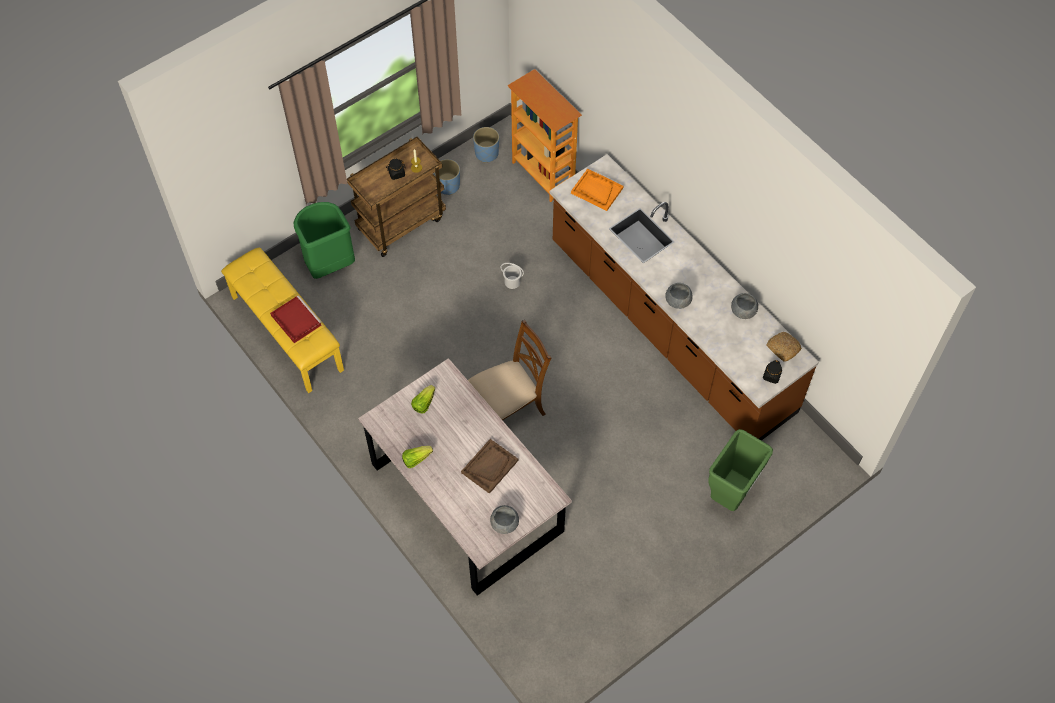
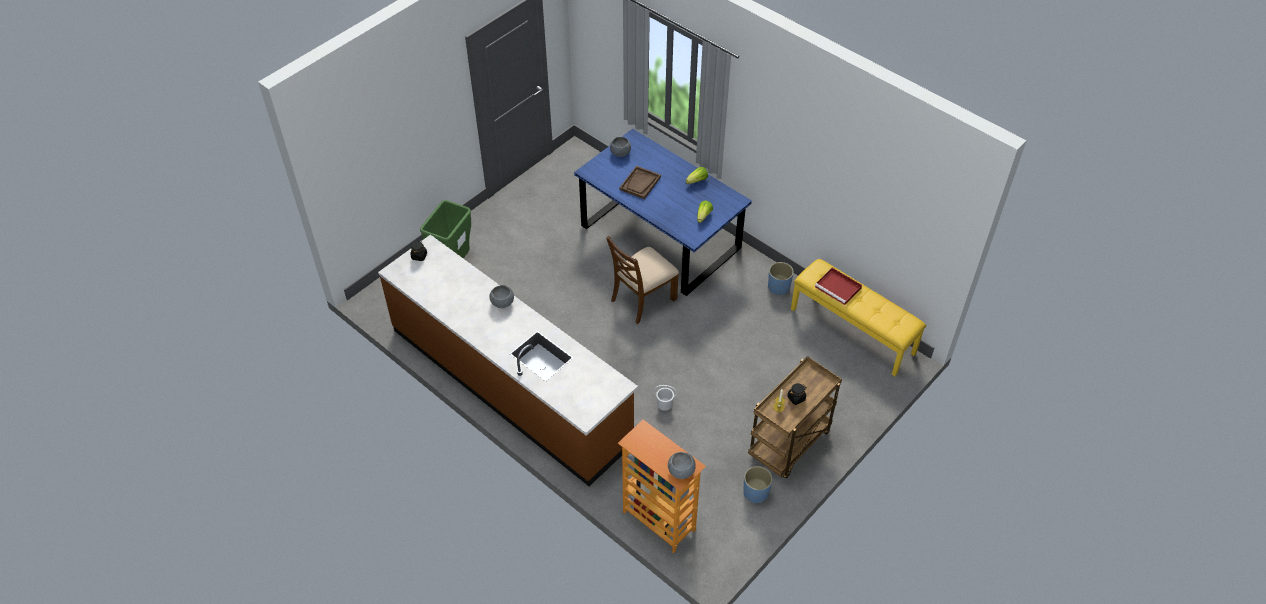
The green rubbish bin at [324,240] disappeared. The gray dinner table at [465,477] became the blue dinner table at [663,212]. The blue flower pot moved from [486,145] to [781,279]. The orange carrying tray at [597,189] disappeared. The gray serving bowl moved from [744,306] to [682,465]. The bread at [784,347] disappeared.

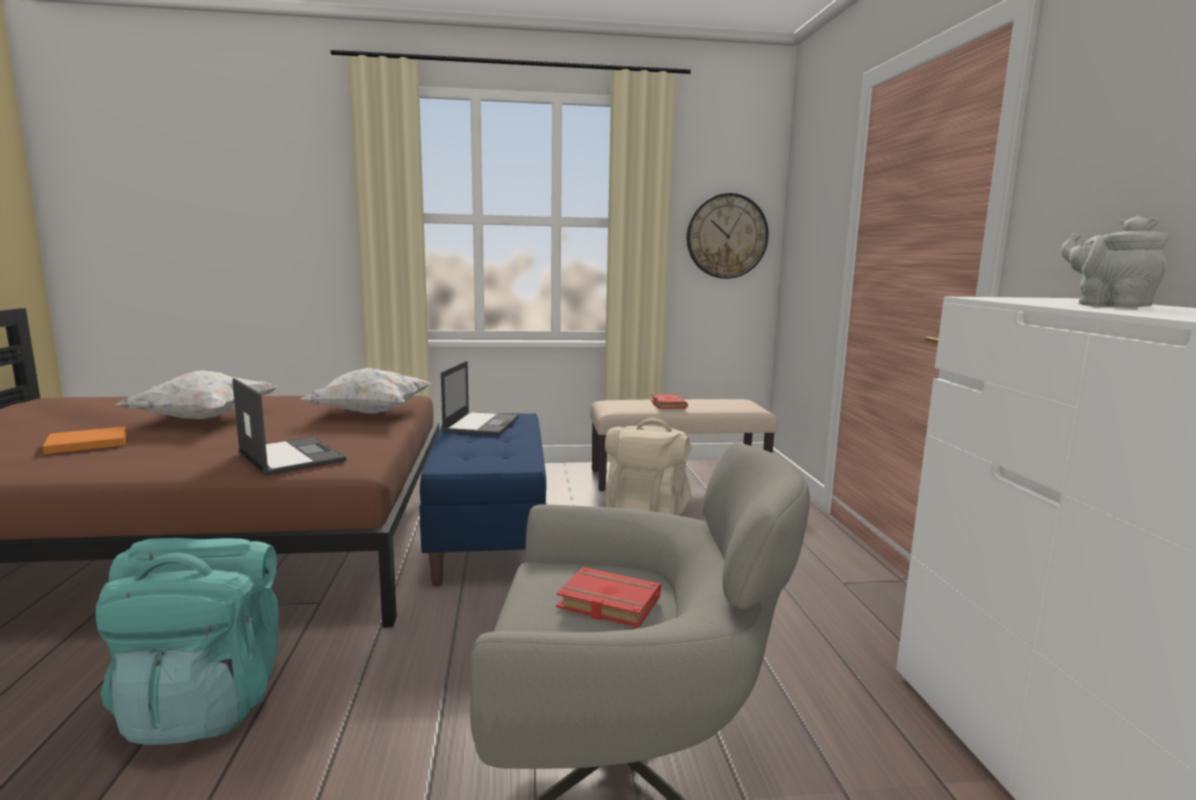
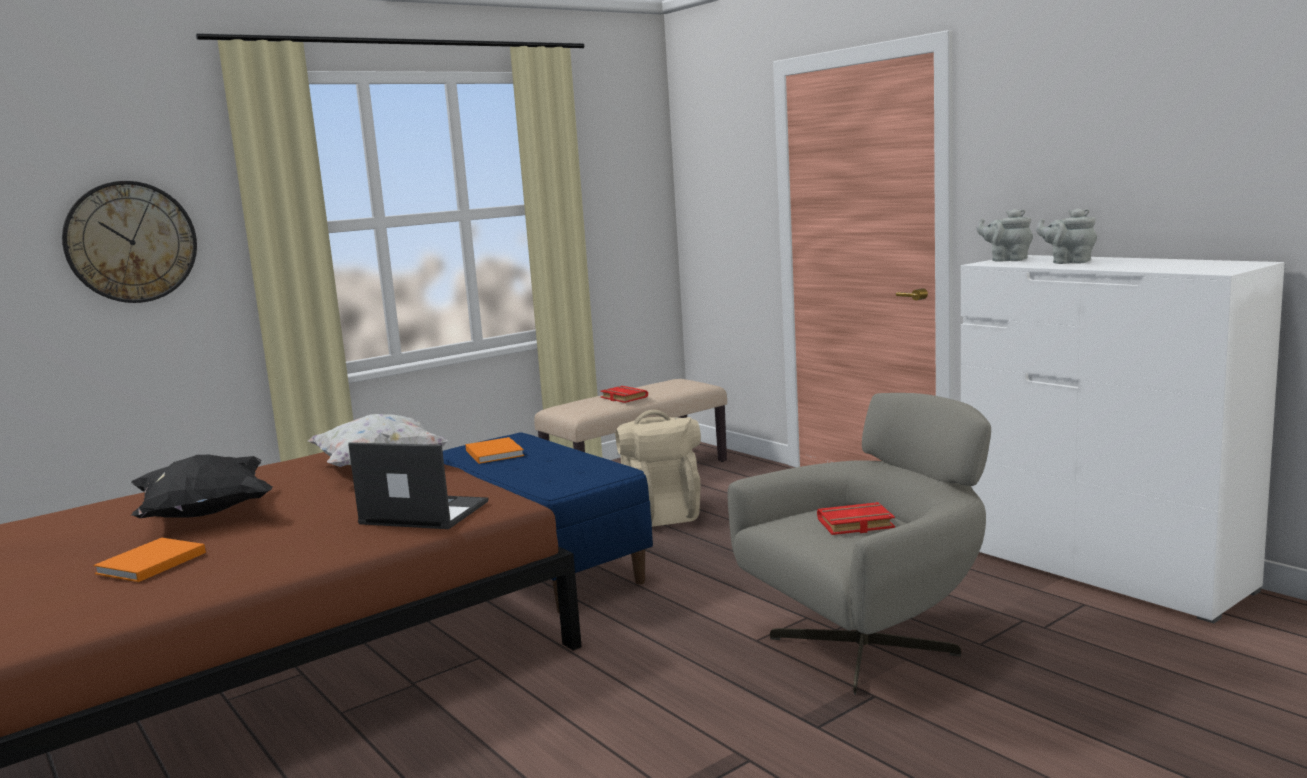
The blue-green knapsack at [187,641] disappeared. The whitish throw pillow at [196,394] became the blackish throw pillow at [202,486]. The notebook computer at [480,398] was replaced by the orange bound book at [494,450]. The wall clock moved from [728,236] to [129,242]. The gray pot for tea at [1004,235] appeared.

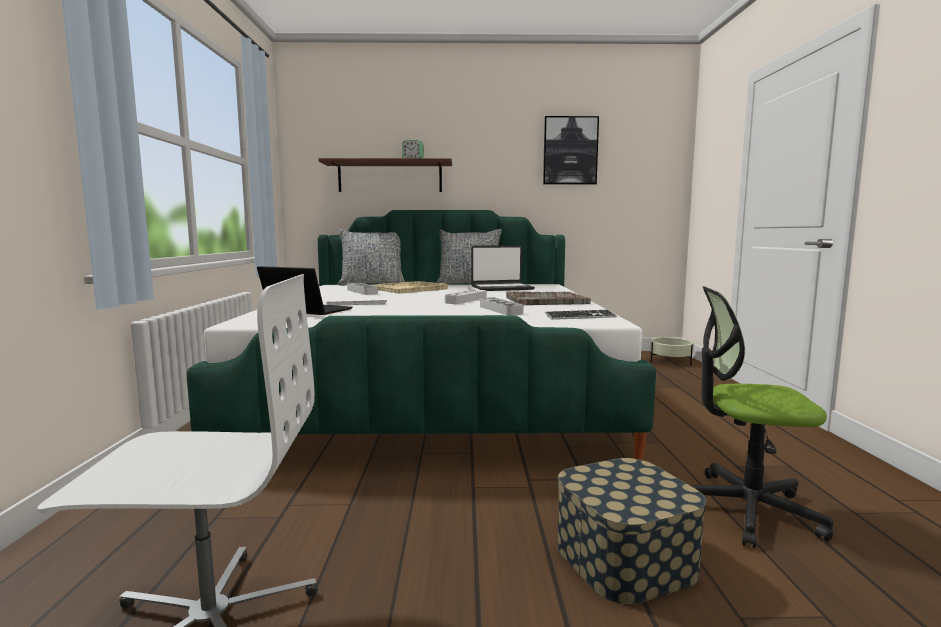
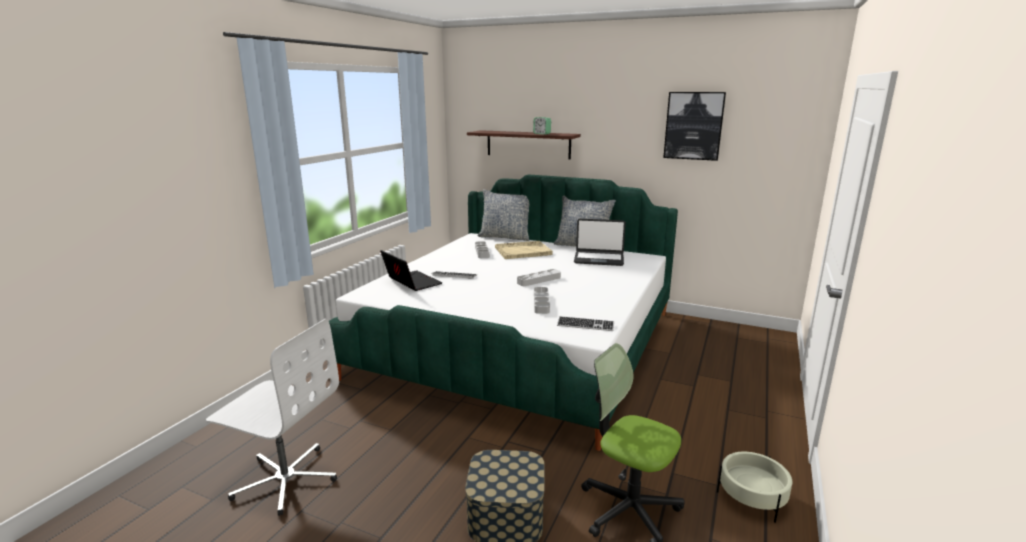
The gray carrying tray at [548,298] disappeared. The sand-coloured flower pot moved from [672,351] to [754,487].

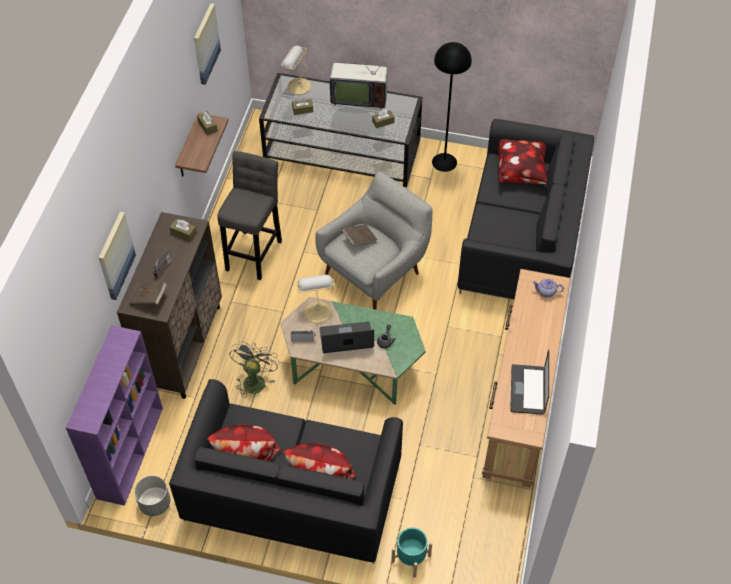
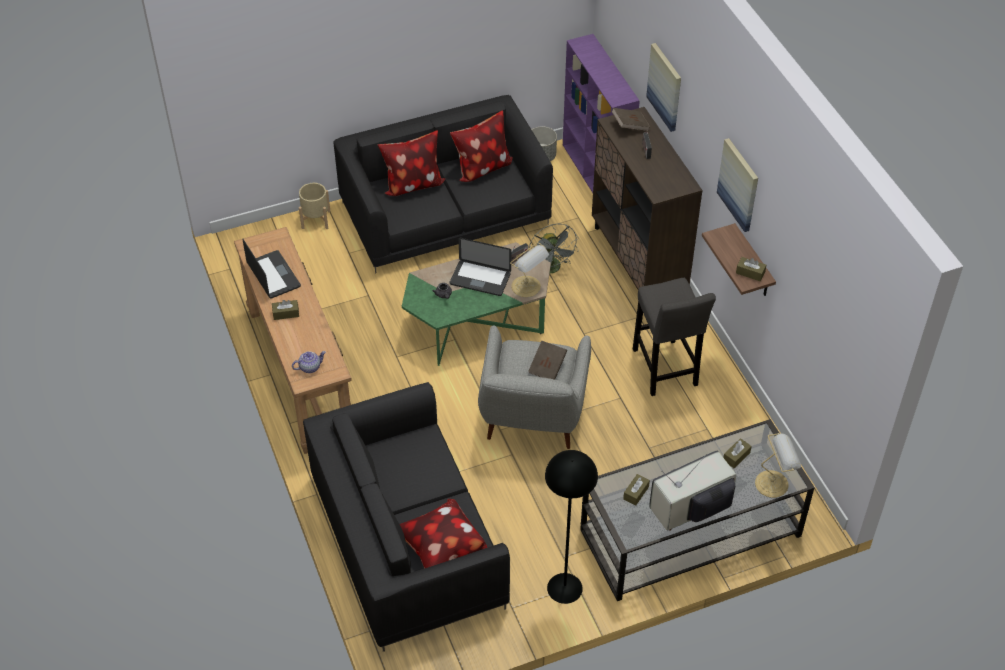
The brownish tissue holder moved from [183,230] to [285,310]. The picture moved from [207,44] to [737,185]. The notebook computer at [347,337] turned 60 degrees clockwise. The blue-green flower pot at [411,552] became the sand-coloured flower pot at [314,206].

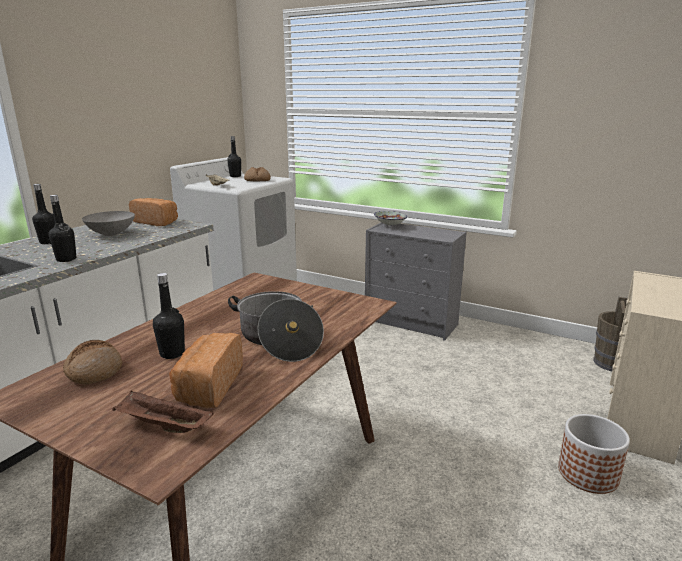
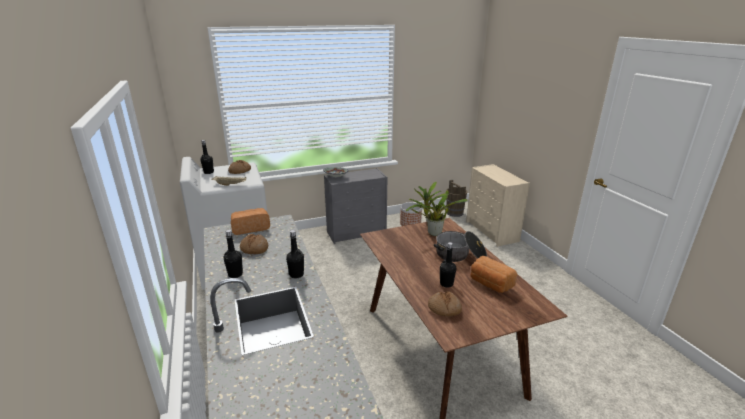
The gray serving bowl at [108,223] was replaced by the bread at [254,244]. The brownish carrying tray at [163,411] disappeared. The flower pot moved from [594,454] to [411,214]. The plant in a pot at [437,209] appeared.

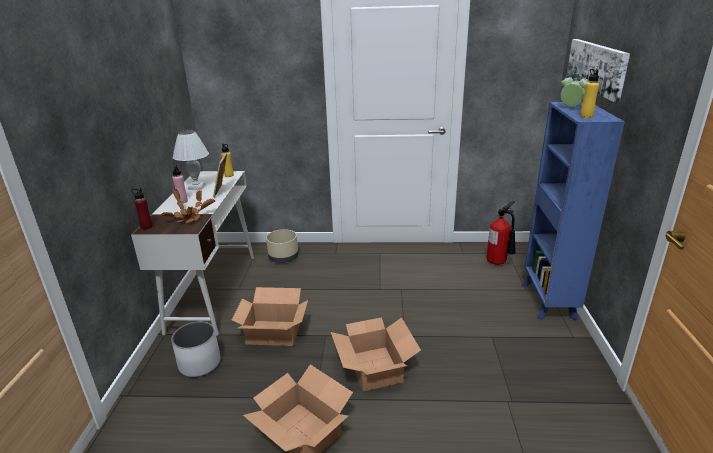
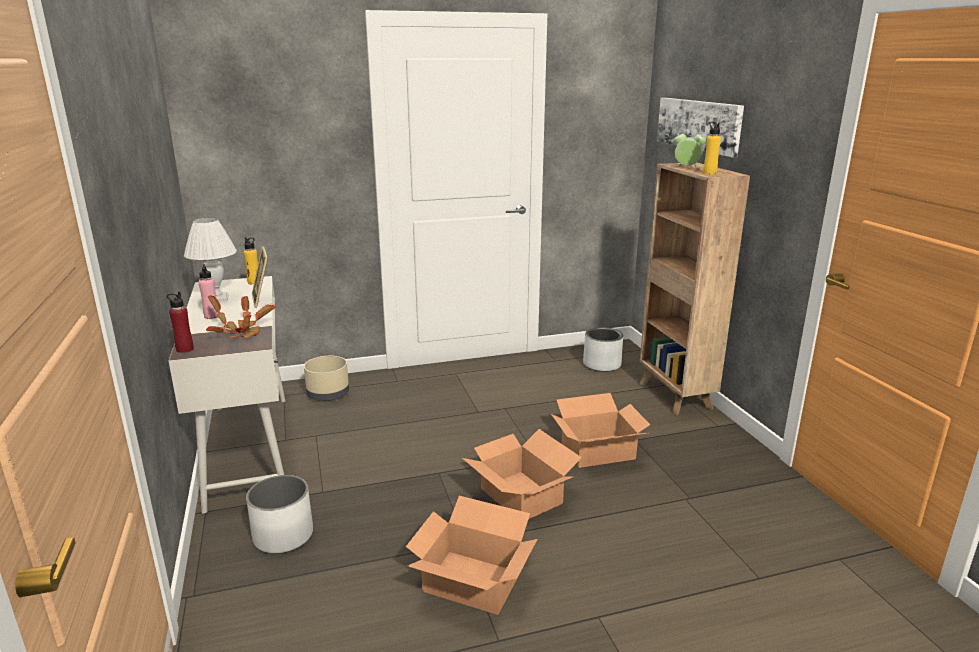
The cardboard box moved from [270,316] to [600,430]. The fire extinguisher at [501,233] was replaced by the gray flower pot at [603,349]. The blue shelving unit at [573,211] became the brownish shelving unit at [694,288].

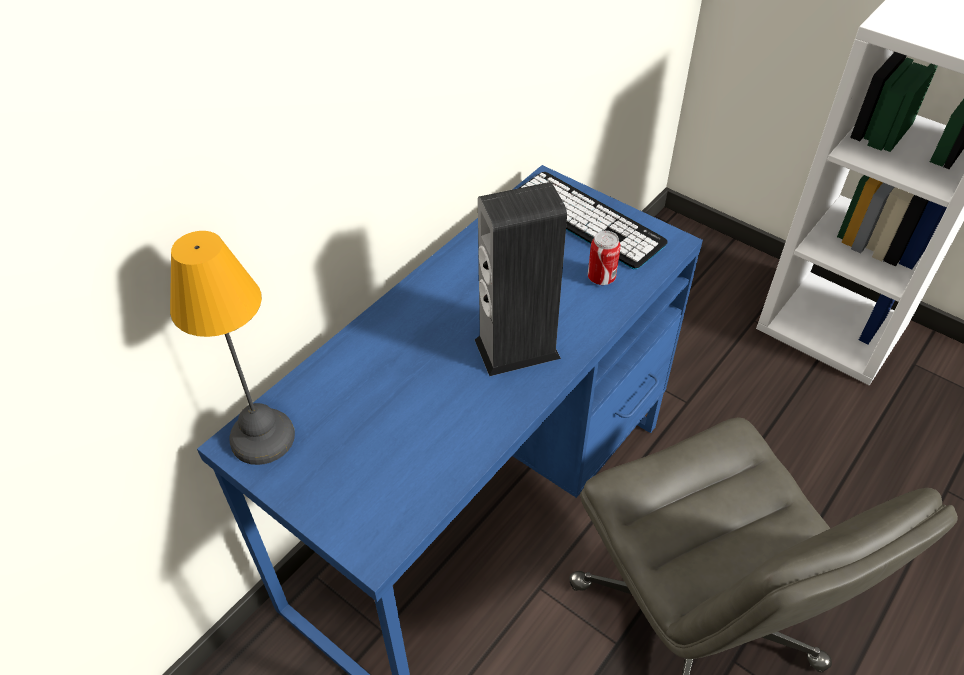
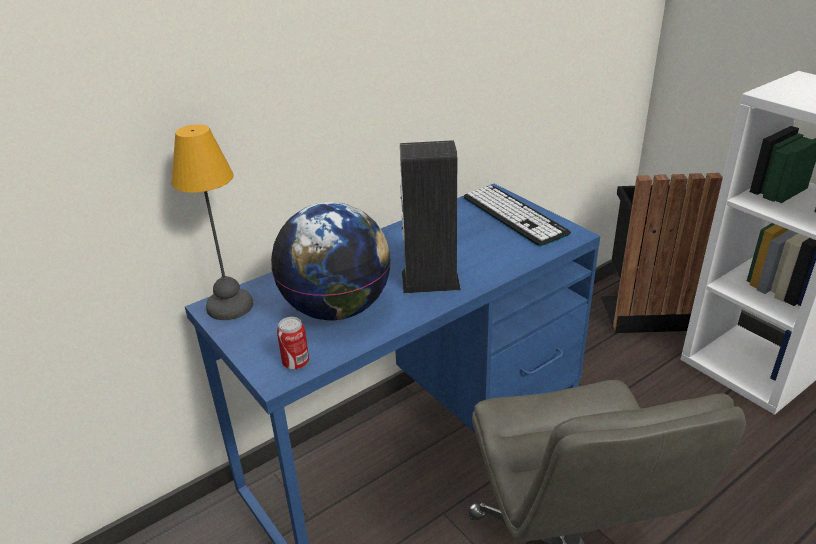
The sealed can moved from [604,258] to [293,343]. The globe at [331,261] appeared. The blackish rubbish bin at [661,253] appeared.

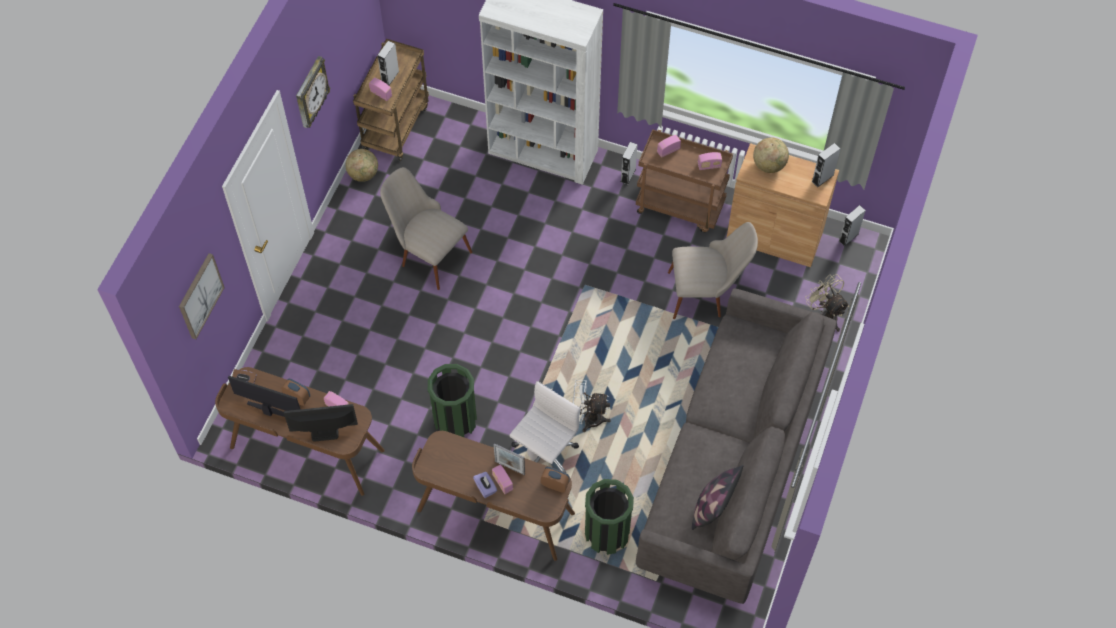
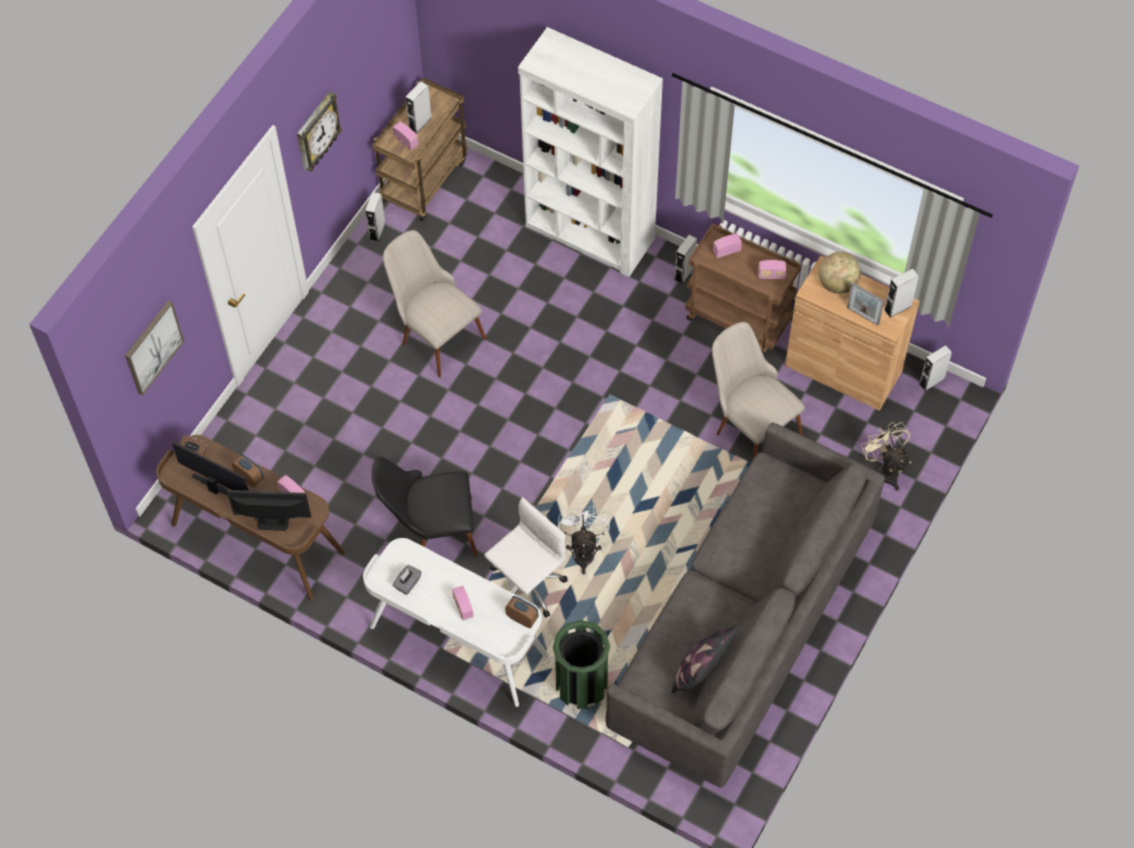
The globe at [361,165] was replaced by the gray loudspeaker at [375,217]. The brownish desk unit at [493,496] became the whitish desk unit at [456,622]. The green rubbish bin at [452,401] was replaced by the blackish plain chair at [425,506]. The purple-coloured tissue holder at [485,485] disappeared. The picture frame moved from [509,459] to [865,304]. The whitish electric fan at [591,406] turned 75 degrees clockwise. The sand-coloured plain chair at [713,270] turned 135 degrees counterclockwise. The gray tissue holder at [406,580] appeared.

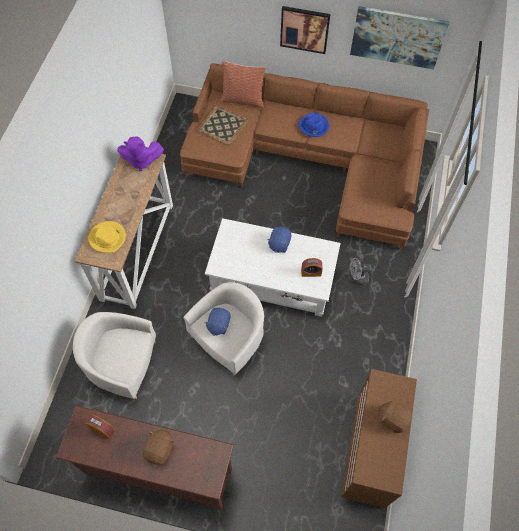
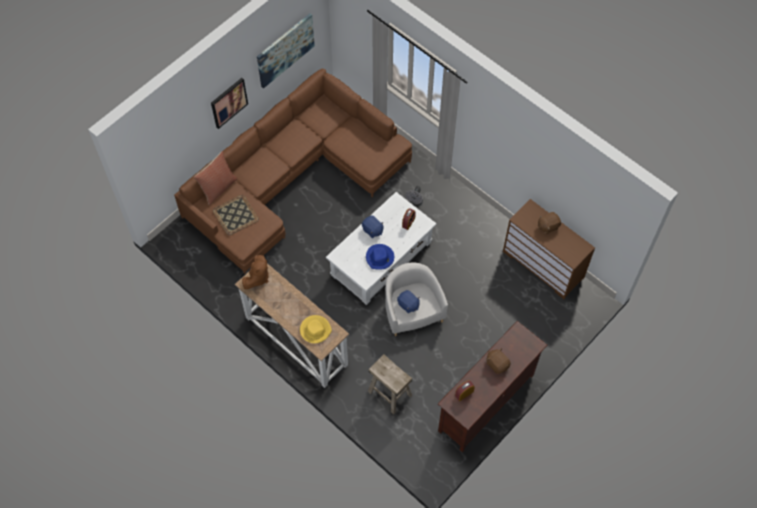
The whitish armchair at [114,355] was replaced by the sand-coloured sitting stool at [390,384]. The purple-coloured soft toy at [140,153] became the brownish soft toy at [255,272]. The blue clothing hat moved from [313,125] to [380,257].

